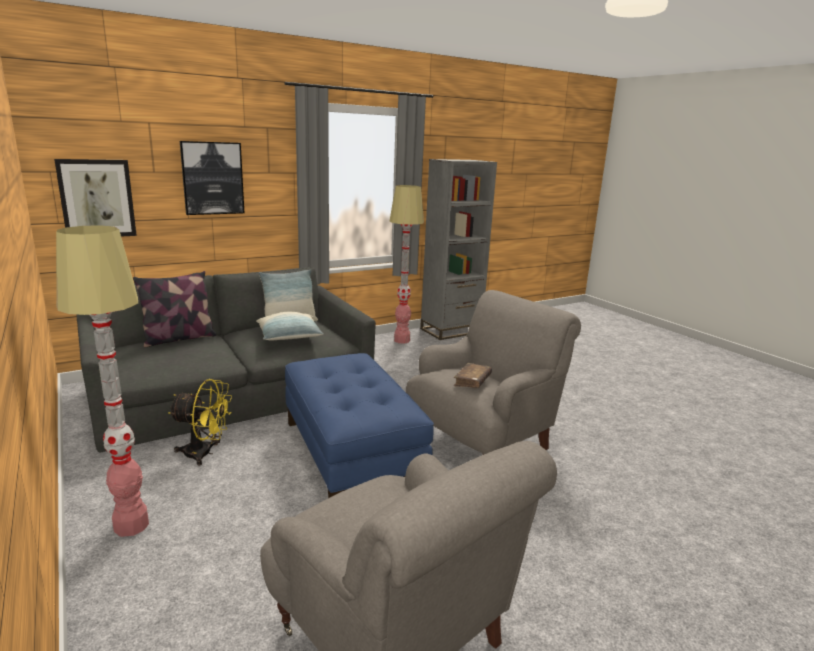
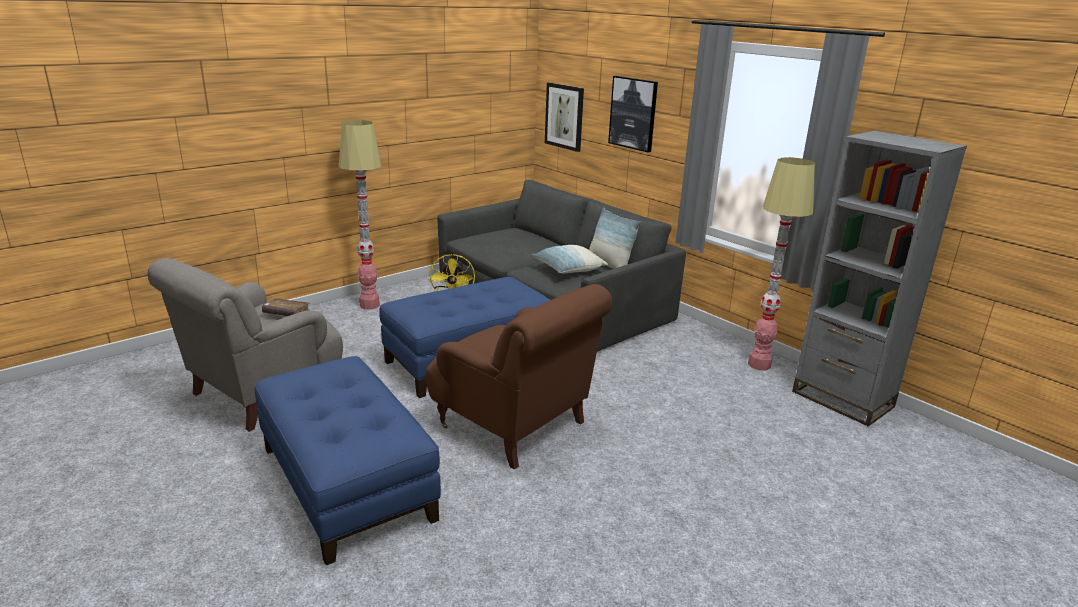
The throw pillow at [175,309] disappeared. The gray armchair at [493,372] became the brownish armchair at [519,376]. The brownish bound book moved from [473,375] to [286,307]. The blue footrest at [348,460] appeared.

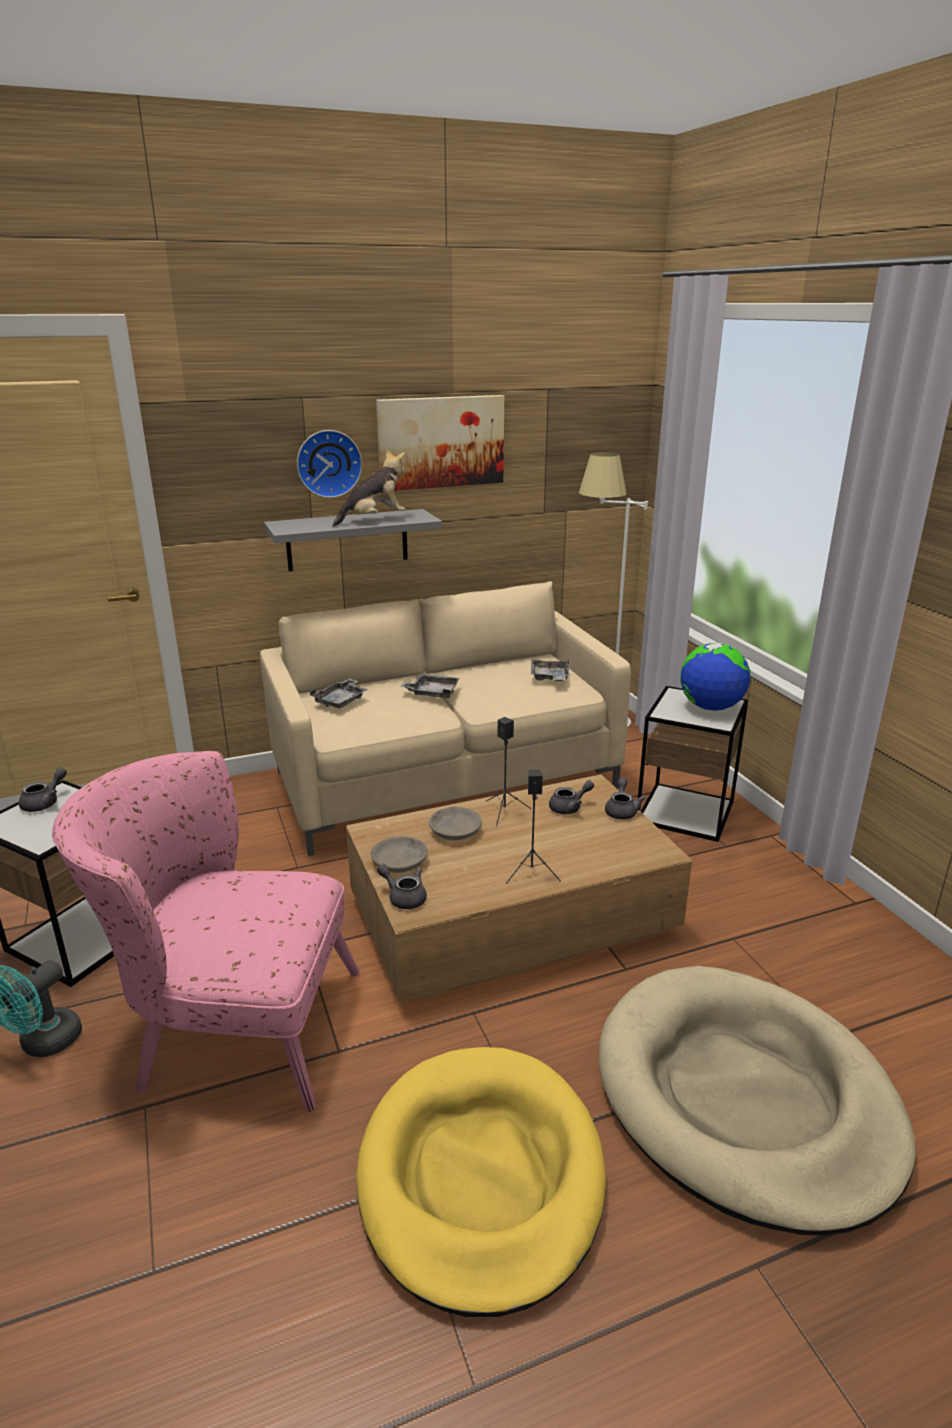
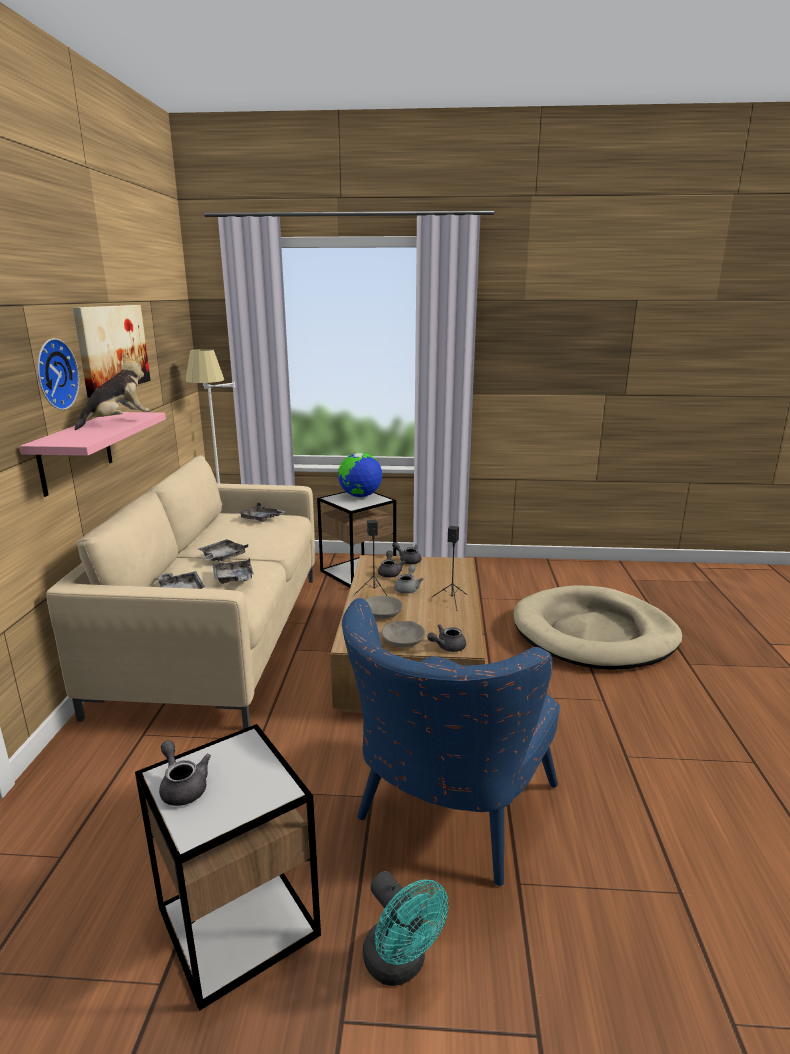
The pinkish armchair at [205,931] became the blue armchair at [451,742]. The gray wall shelf at [353,540] became the pinkish wall shelf at [93,454]. The soft toy at [369,488] turned 45 degrees clockwise. The yellow-coloured dog bed at [481,1182] disappeared. The gray carrying tray at [233,571] appeared. The gray pot for tea at [408,579] appeared.

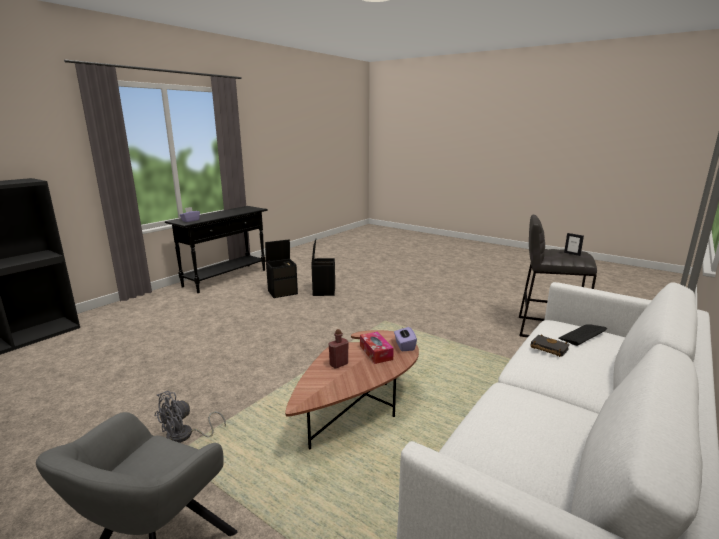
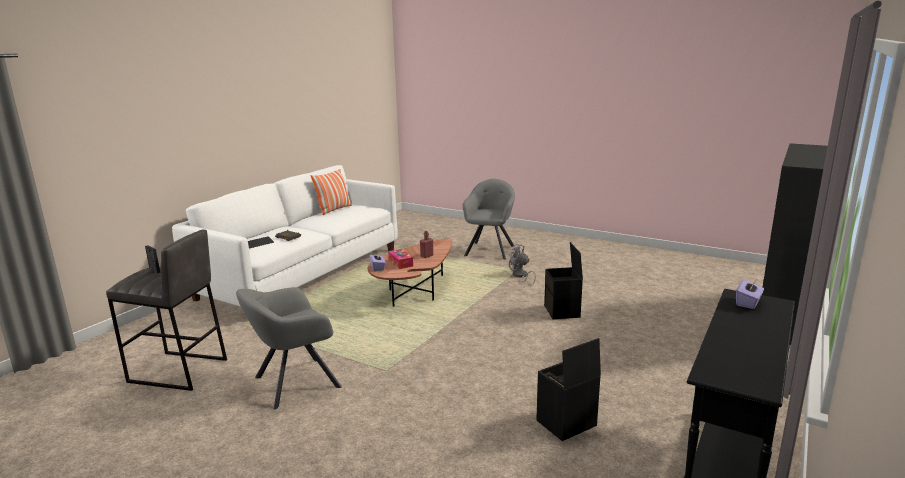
The gray electric fan at [190,417] turned 90 degrees counterclockwise. The blackish storage box moved from [323,267] to [563,280]. The gray armchair at [289,348] appeared. The throw pillow at [331,192] appeared.

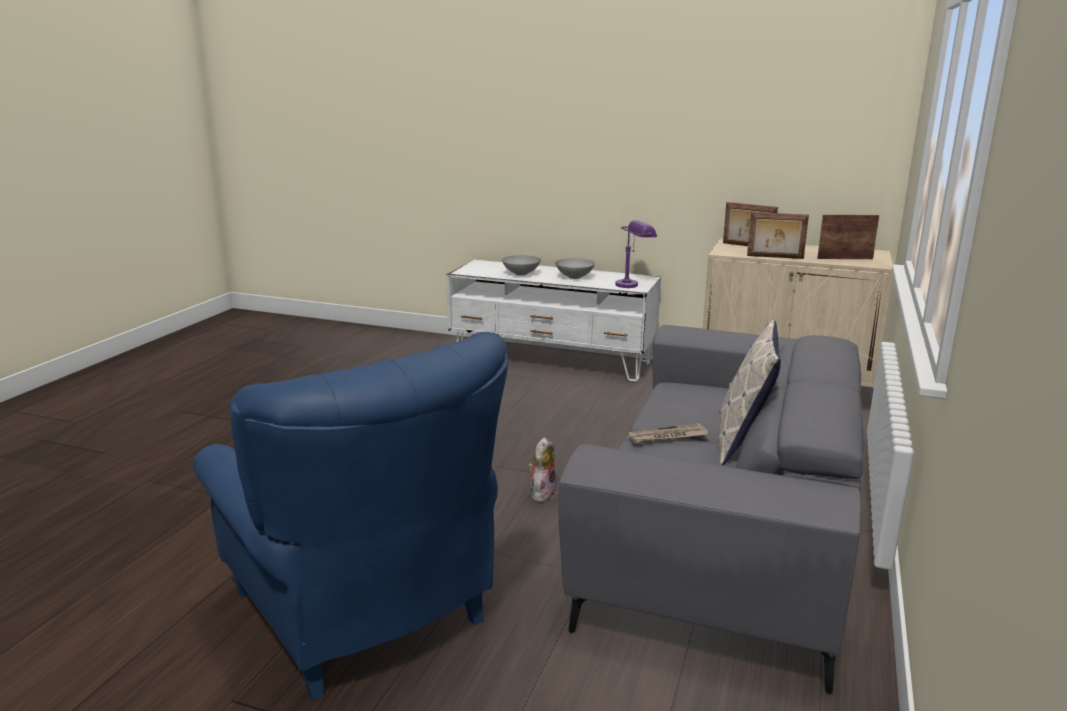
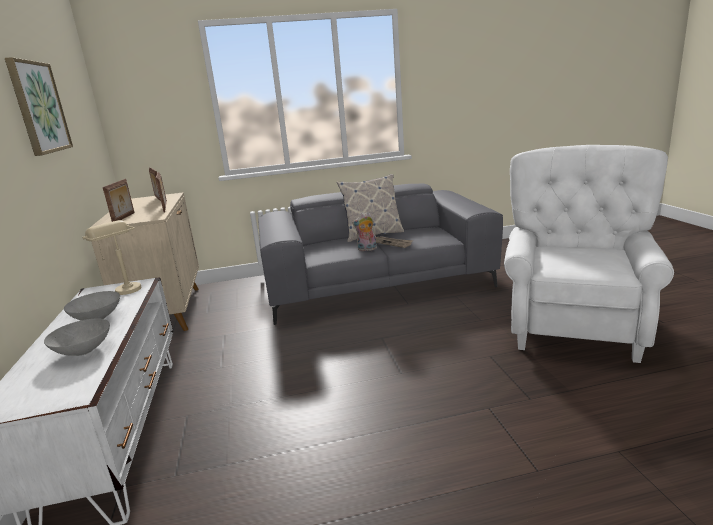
The blue armchair at [350,516] became the whitish armchair at [589,254]. The soft toy moved from [542,469] to [364,231]. The purple-coloured table lamp at [636,254] became the sand-coloured table lamp at [112,257]. The picture at [39,106] appeared.

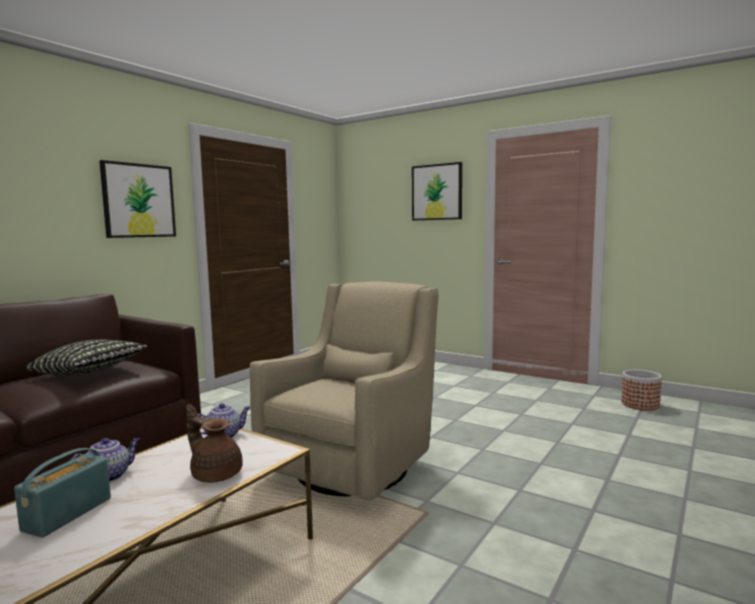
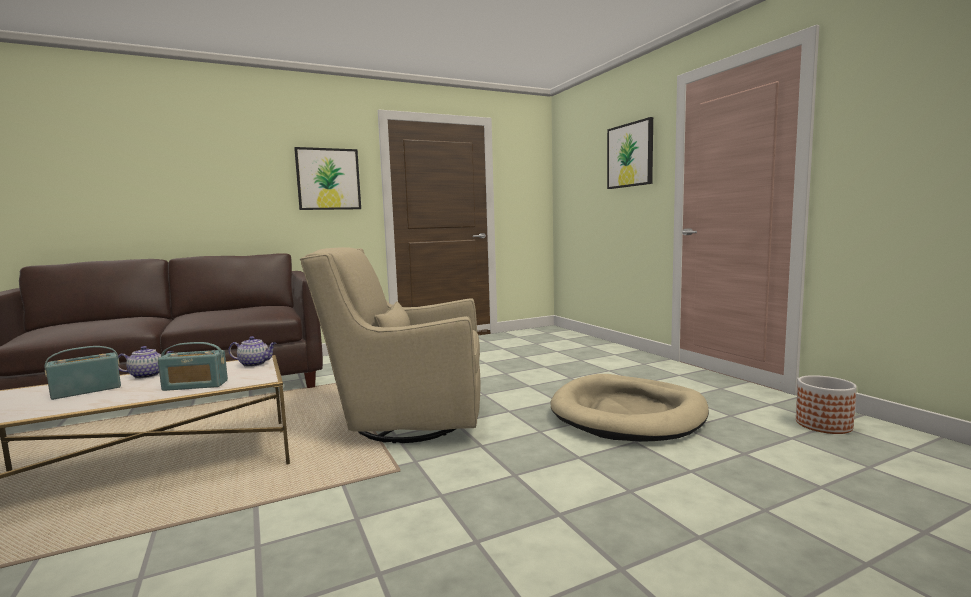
The throw pillow at [87,357] disappeared. The brownish pot for tea at [214,443] was replaced by the radio at [193,366]. The sand-coloured armchair at [344,390] turned 150 degrees counterclockwise. The sand-coloured dog bed at [630,408] appeared.

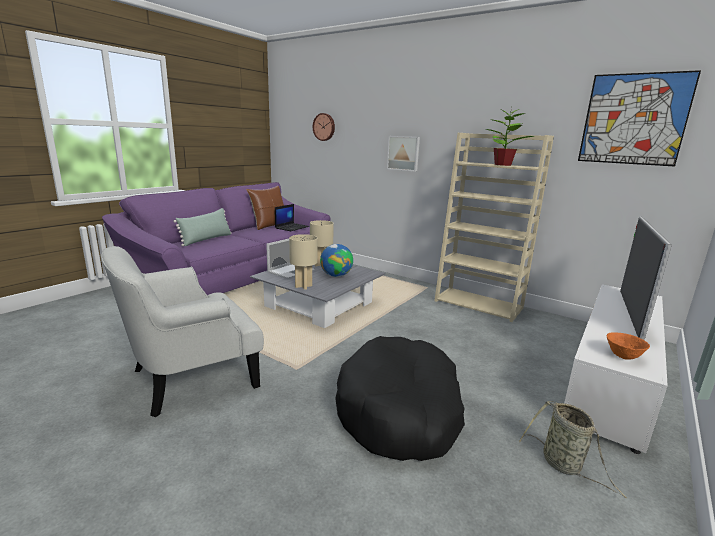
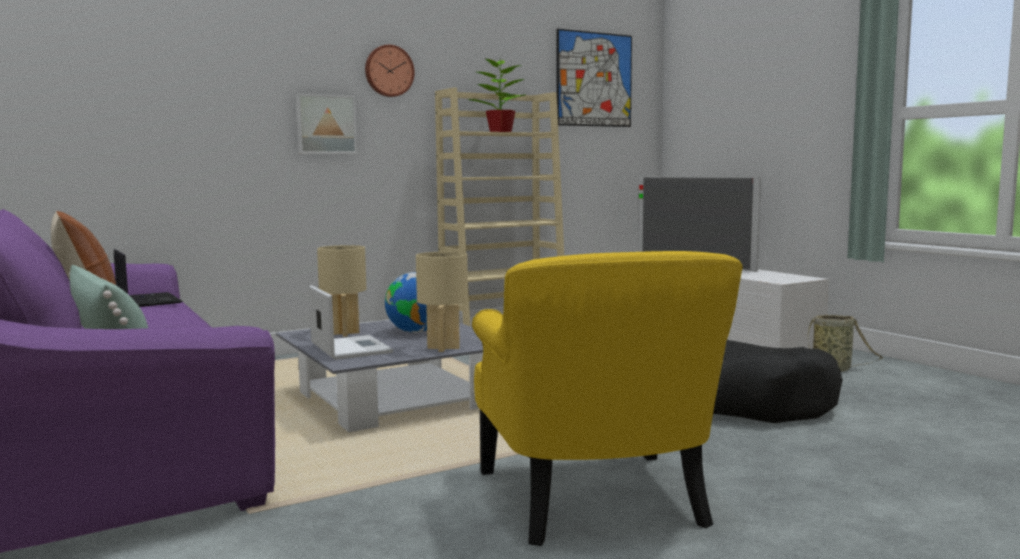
The whitish armchair at [182,331] became the yellow-coloured armchair at [607,398]. The wall clock moved from [324,127] to [390,71]. The orange serving bowl at [628,346] disappeared.

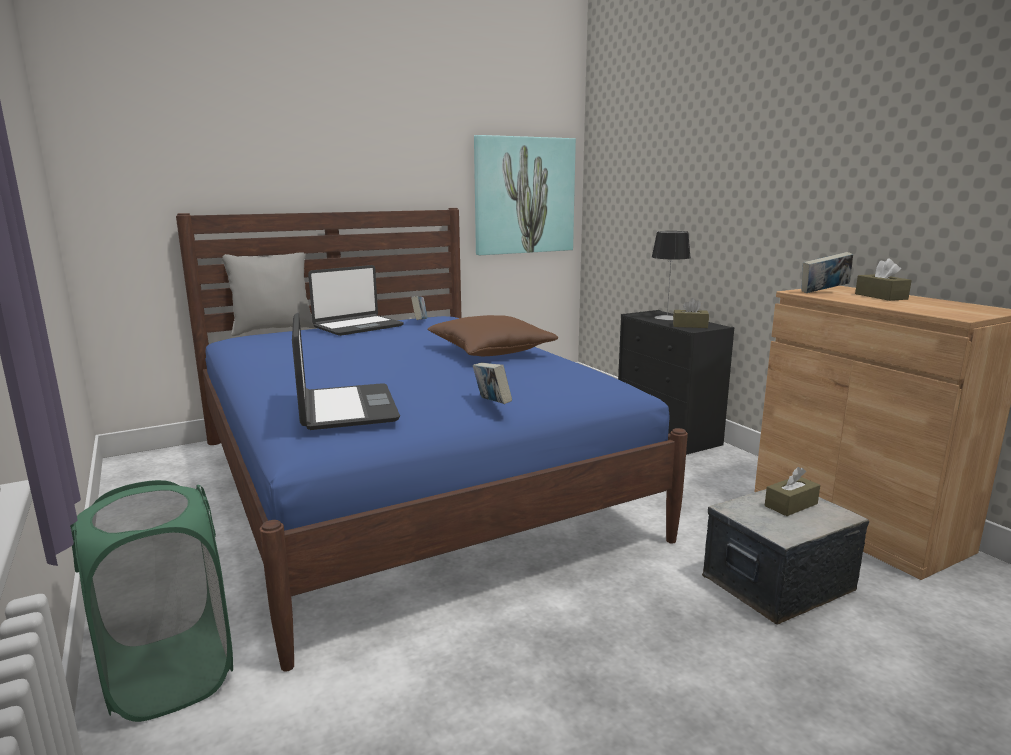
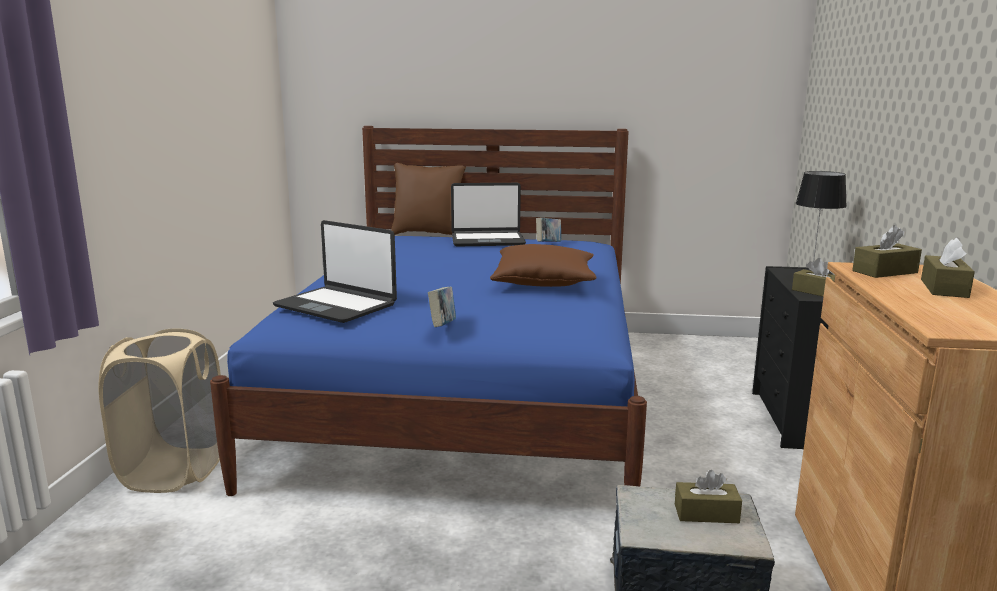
The green laundry basket at [151,601] became the sand-coloured laundry basket at [159,411]. The gray throw pillow at [268,294] became the brownish throw pillow at [428,199]. The notebook computer at [346,371] turned 105 degrees clockwise. The picture at [525,195] disappeared. The bound book at [827,272] was replaced by the brownish tissue holder at [887,251].

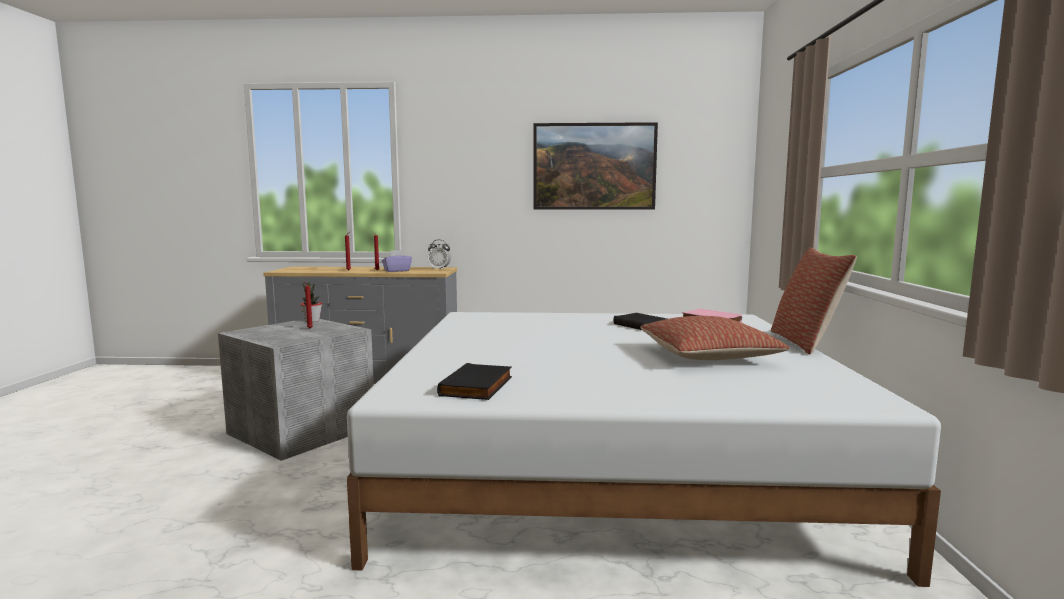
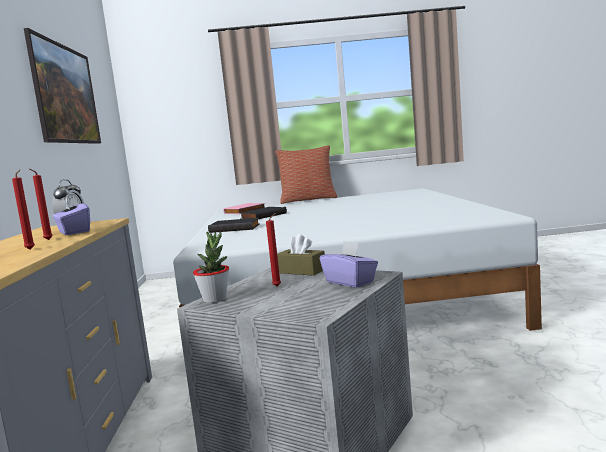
The blackish bound book moved from [474,381] to [234,225]. The throw pillow at [714,338] disappeared. The brownish tissue holder at [301,255] appeared. The purple-coloured tissue holder at [349,264] appeared.

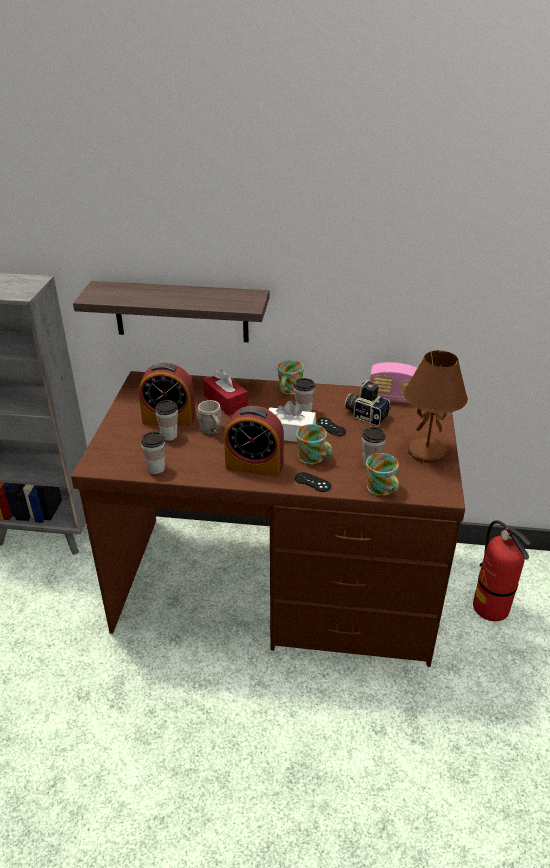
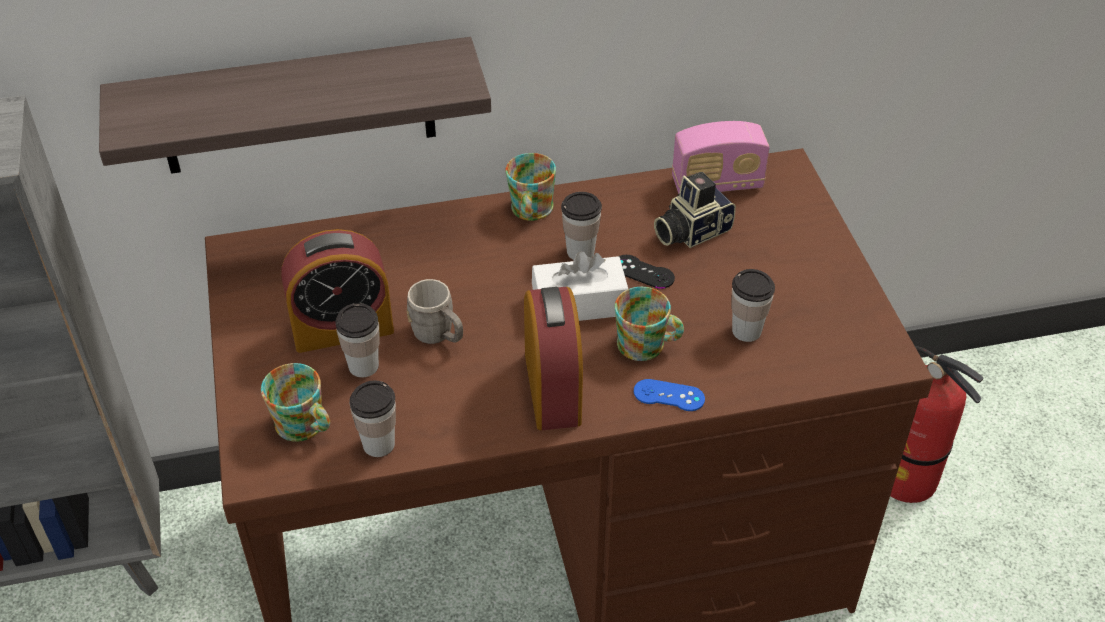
The red tissue holder at [225,392] disappeared. The alarm clock at [254,441] turned 90 degrees counterclockwise. The blackish gamepad at [313,482] became the blue gamepad at [669,395]. The still camera at [368,403] turned 45 degrees counterclockwise. The tea mug moved from [382,474] to [295,402]. The brownish table lamp at [436,406] disappeared.

